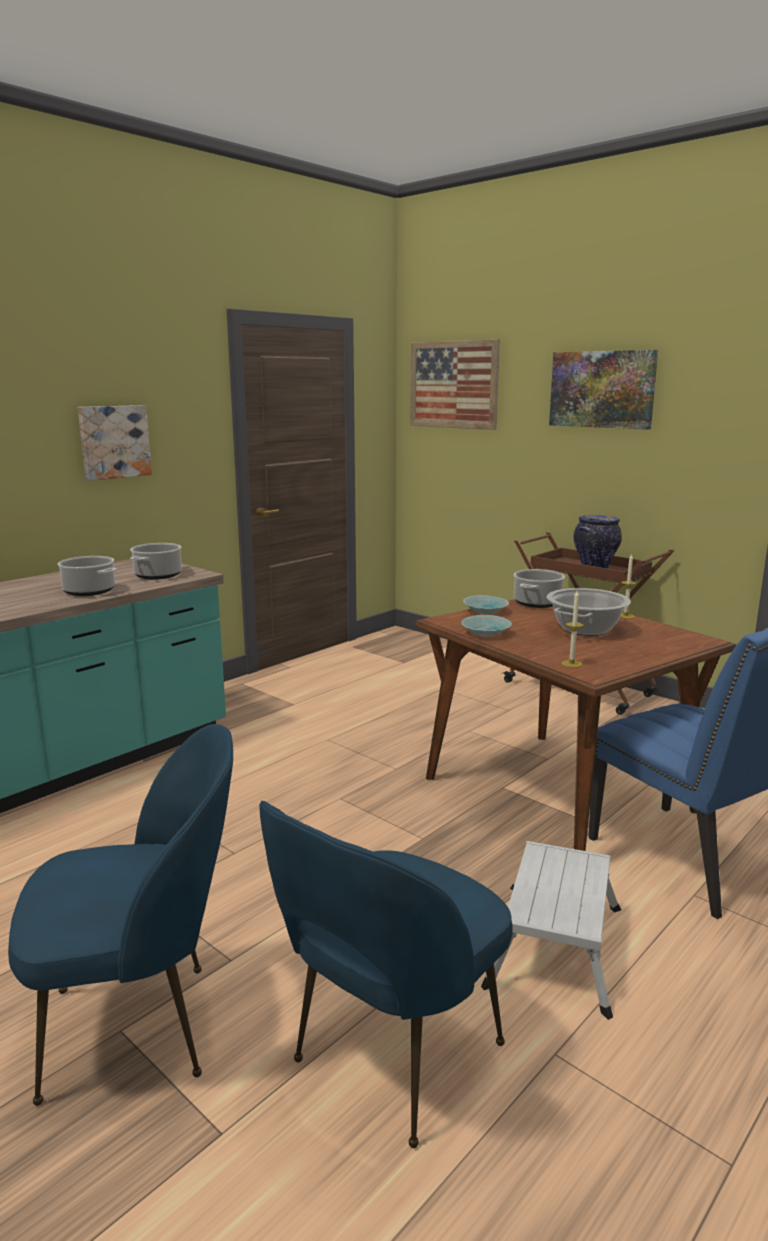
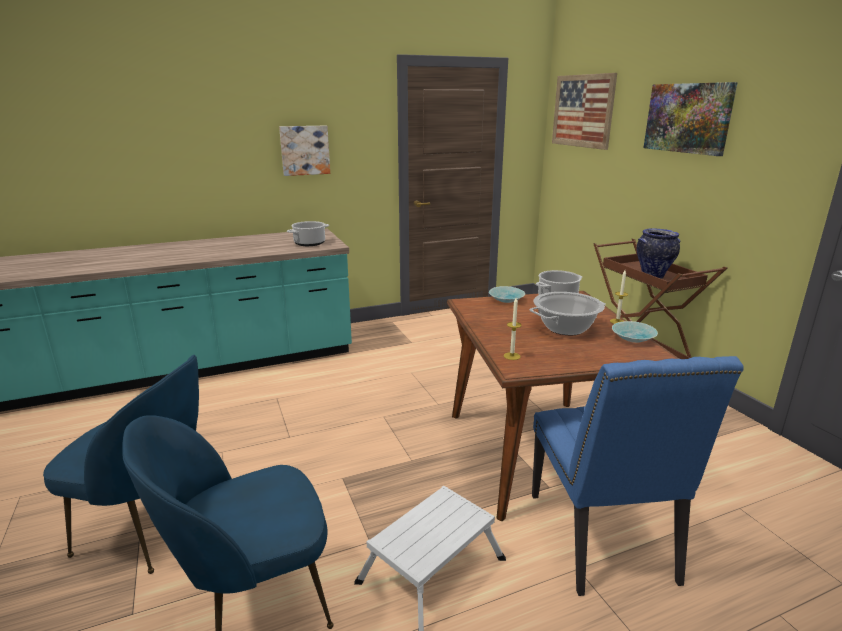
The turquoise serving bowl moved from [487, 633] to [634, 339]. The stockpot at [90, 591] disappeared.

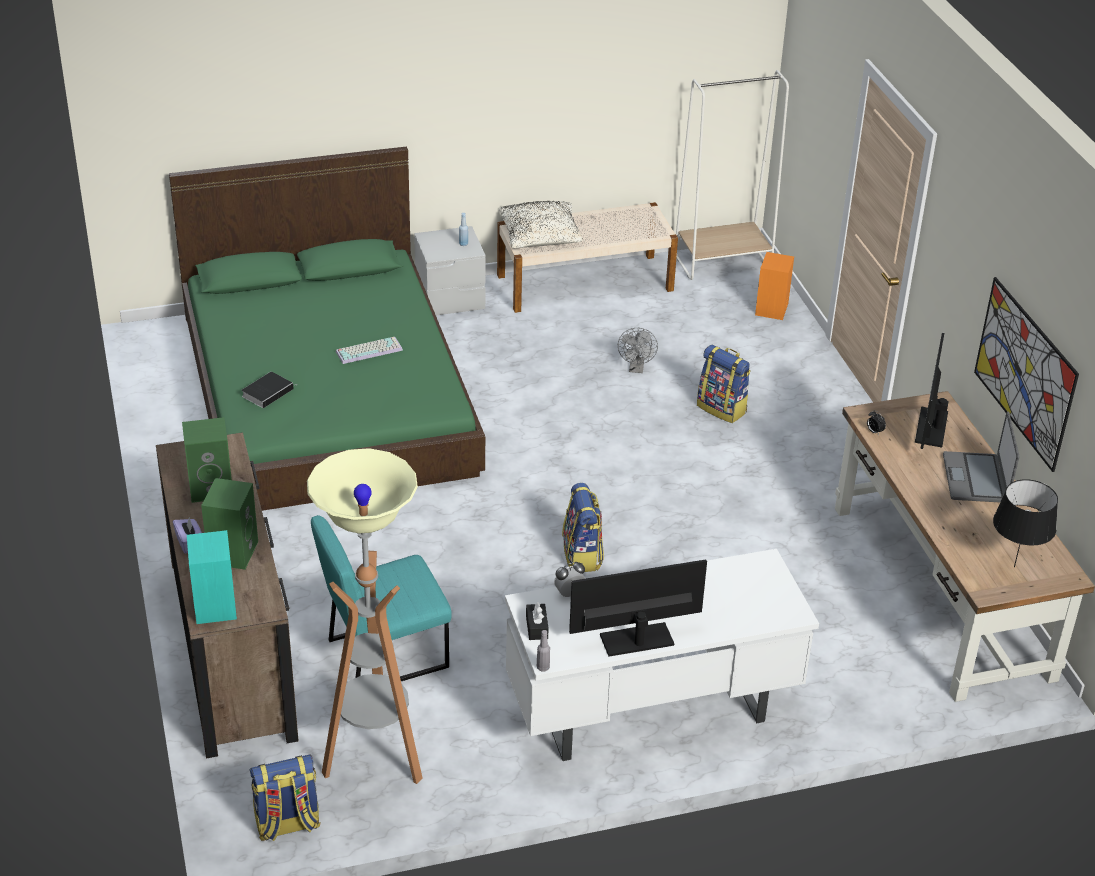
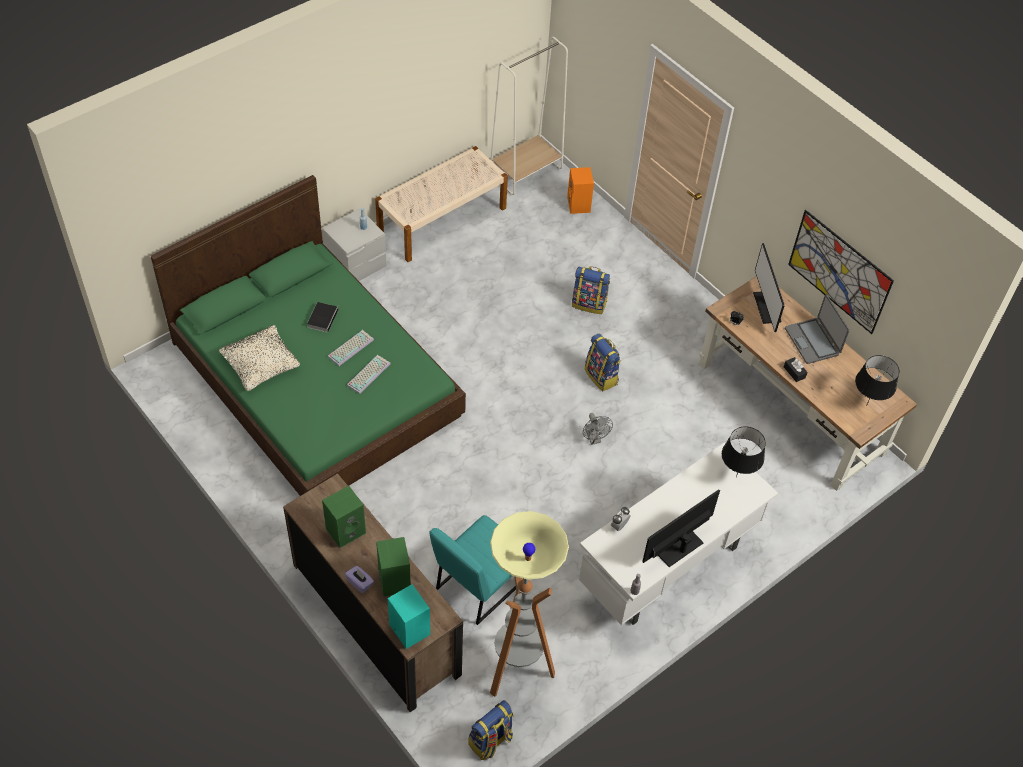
The beige throw pillow moved from [541, 235] to [261, 363]. The book moved from [268, 392] to [323, 318]. The computer keyboard at [368, 373] appeared. The gray cooling fan moved from [636, 369] to [594, 439]. The backpack moved from [582, 556] to [601, 376]. The black-coloured table lamp at [736, 477] appeared. The black-coloured box of tissues moved from [536, 627] to [794, 372].

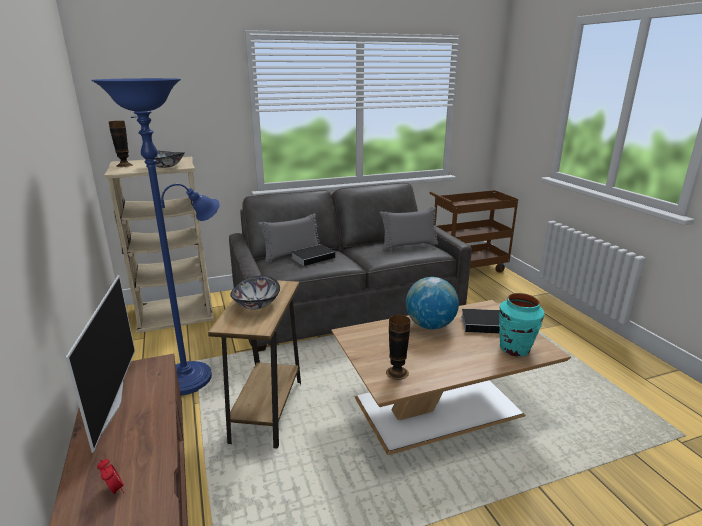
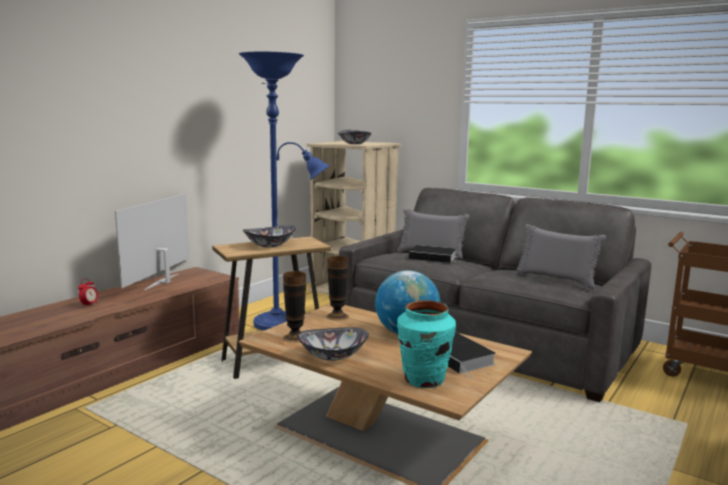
The TV at [111, 406] turned 150 degrees clockwise. The serving bowl at [333, 356] appeared. The vase moved from [124, 165] to [337, 316].

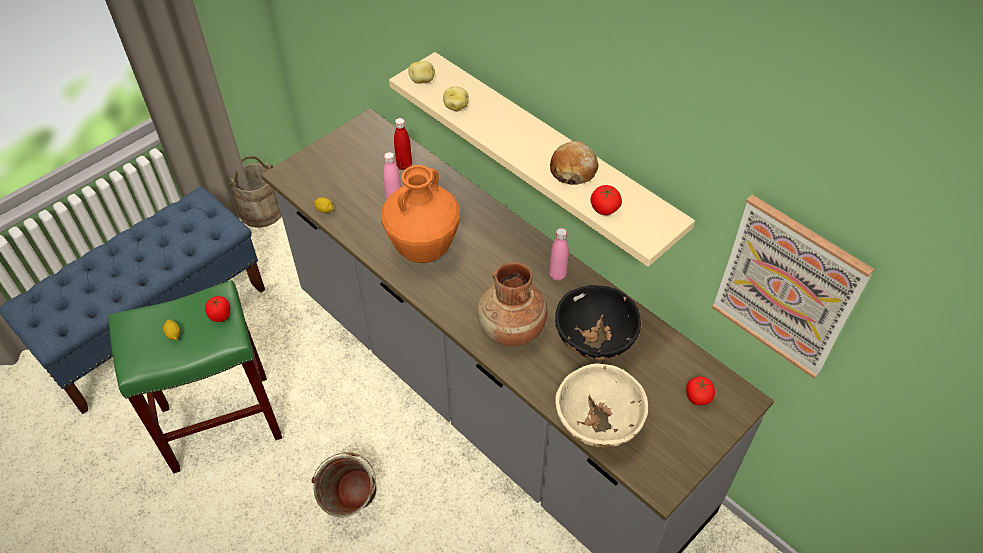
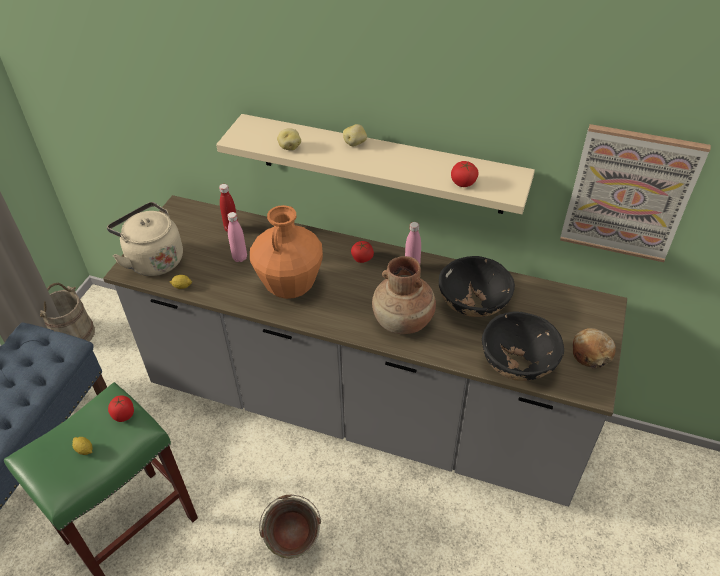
The beige kettle at [153, 259] appeared. The potato moved from [422, 81] to [355, 143]. The whole tomato moved from [698, 397] to [362, 258]. The beige serving bowl at [597, 424] became the black-coloured serving bowl at [517, 365]. The bread moved from [573, 170] to [591, 353].

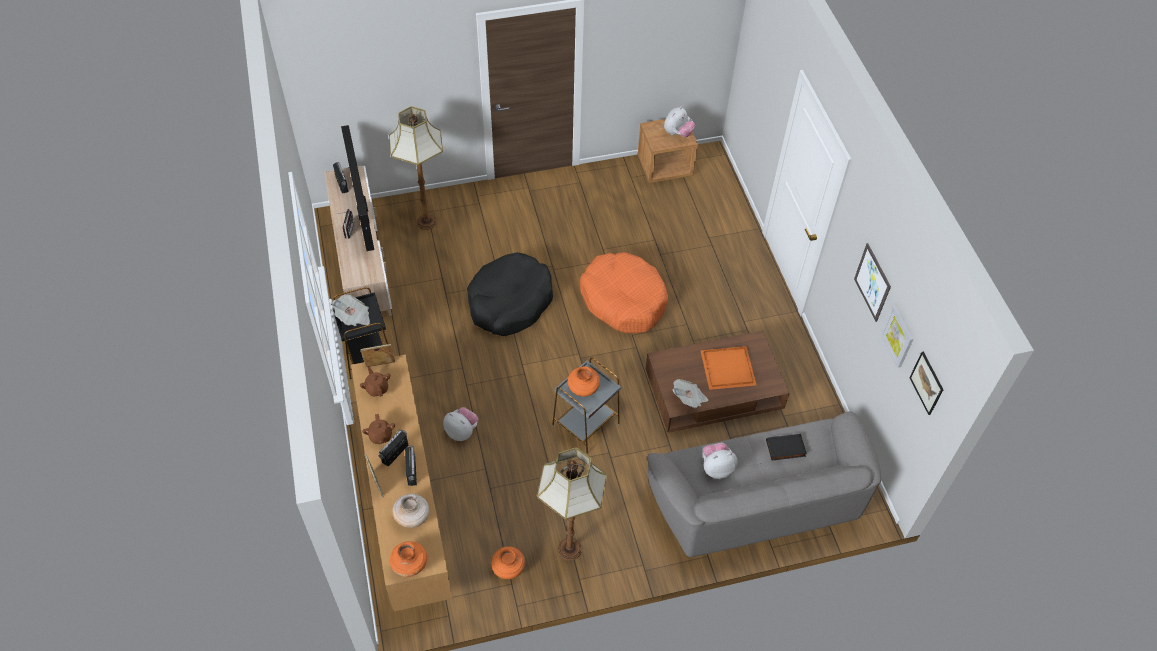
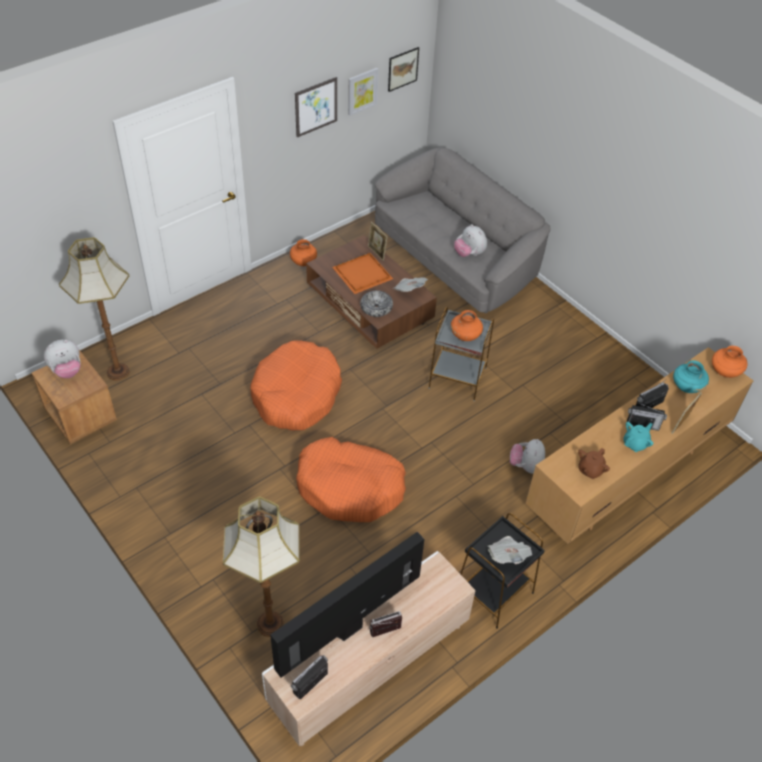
The cuddly toy at [677, 133] turned 135 degrees clockwise. The standard lamp moved from [570, 550] to [119, 371]. The orange vase moved from [508, 568] to [303, 262]. The black-coloured dog cushion at [510, 302] became the orange dog cushion at [350, 487]. The serving bowl at [376, 307] appeared. The photo frame moved from [380, 365] to [376, 253]. The brownish tea pot at [380, 436] became the turquoise tea pot at [635, 443]. The beige vase at [412, 517] became the turquoise vase at [686, 387]. The black-coloured book at [785, 449] disappeared.

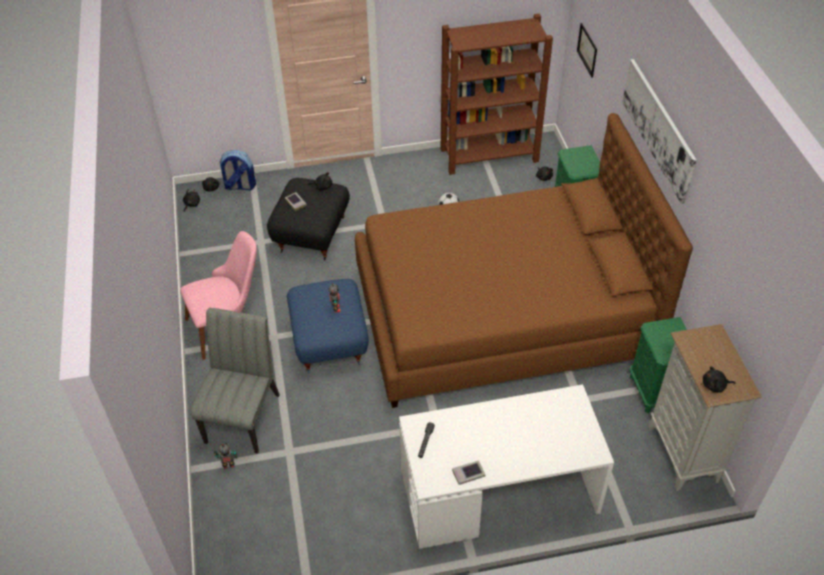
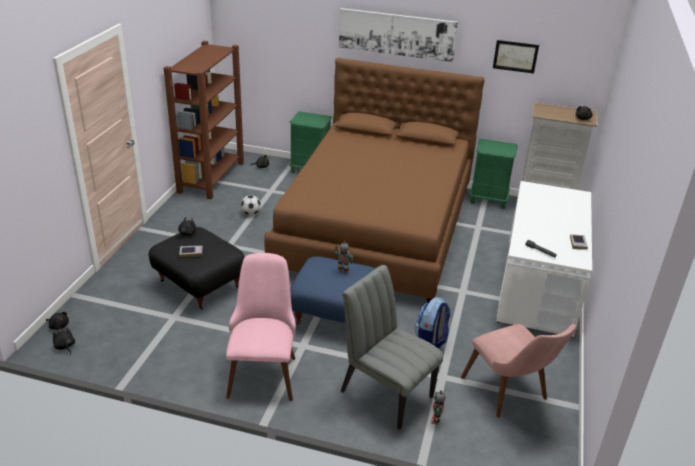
The backpack moved from [239, 186] to [430, 342]. The pink chair at [511, 394] appeared. The picture moved from [587, 50] to [515, 56].

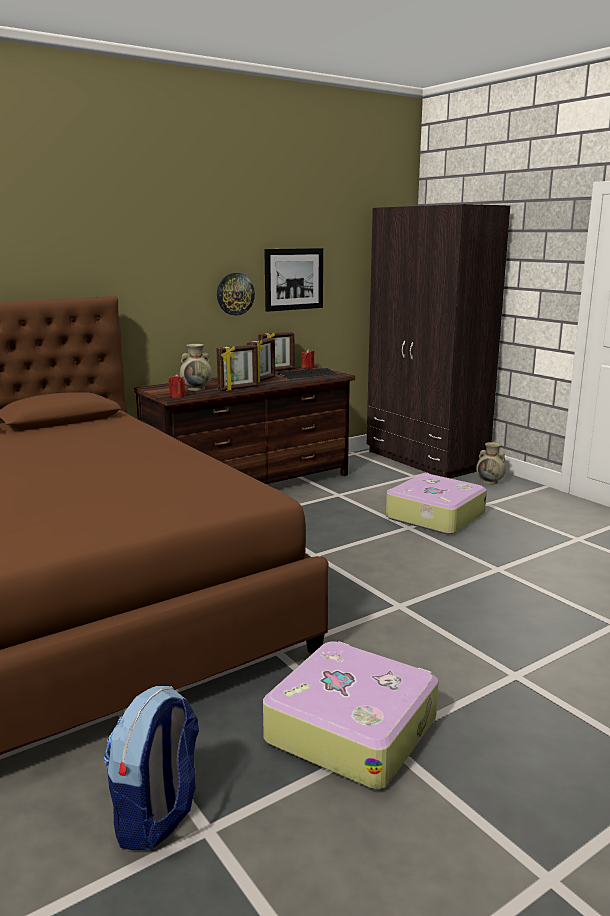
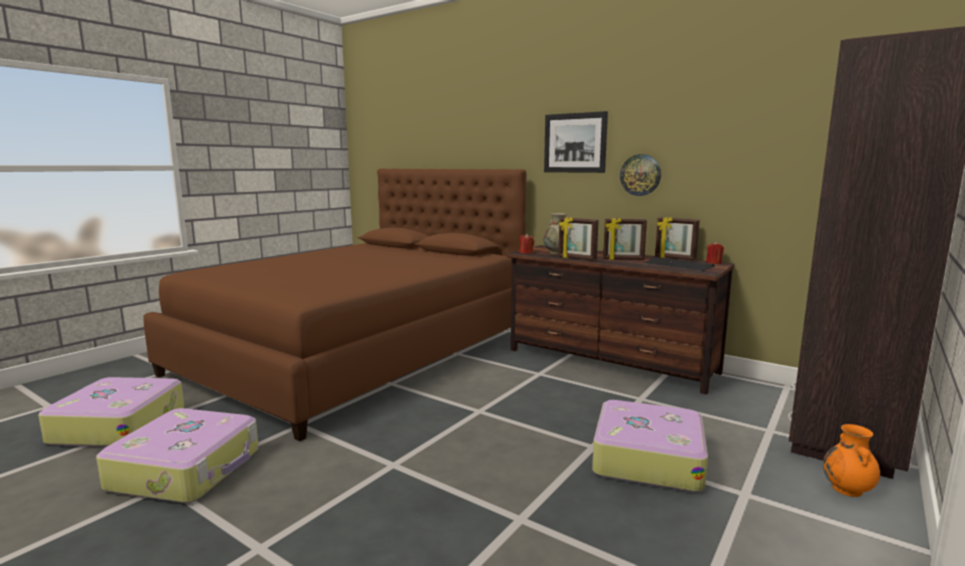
The backpack at [157, 816] was replaced by the suitcase at [119, 425]. The picture moved from [294, 279] to [575, 143]. The beige vase at [490, 482] became the orange vase at [847, 490].

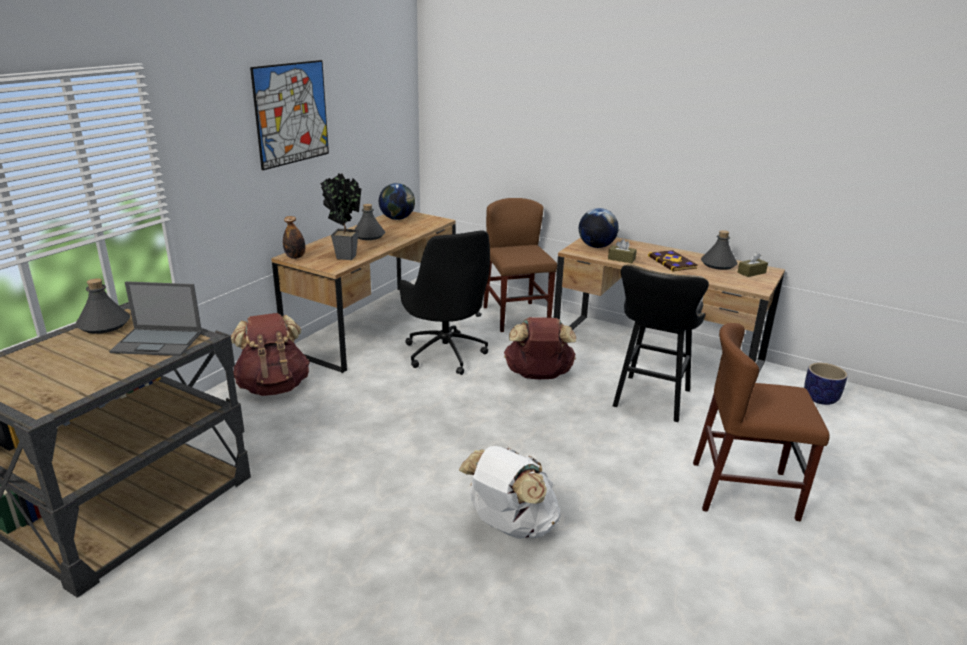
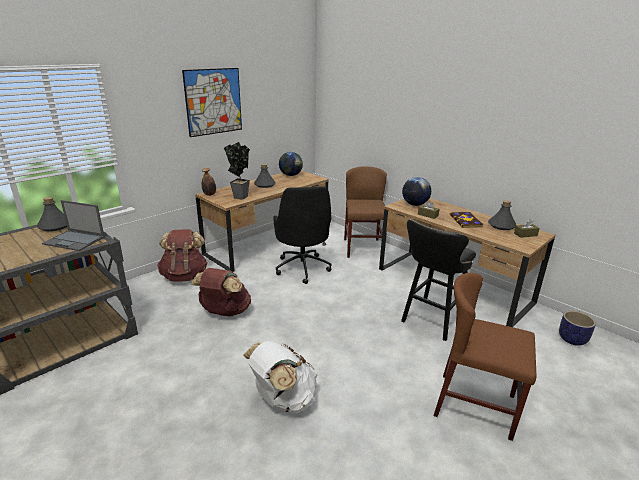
The brownish backpack moved from [538, 376] to [224, 312].

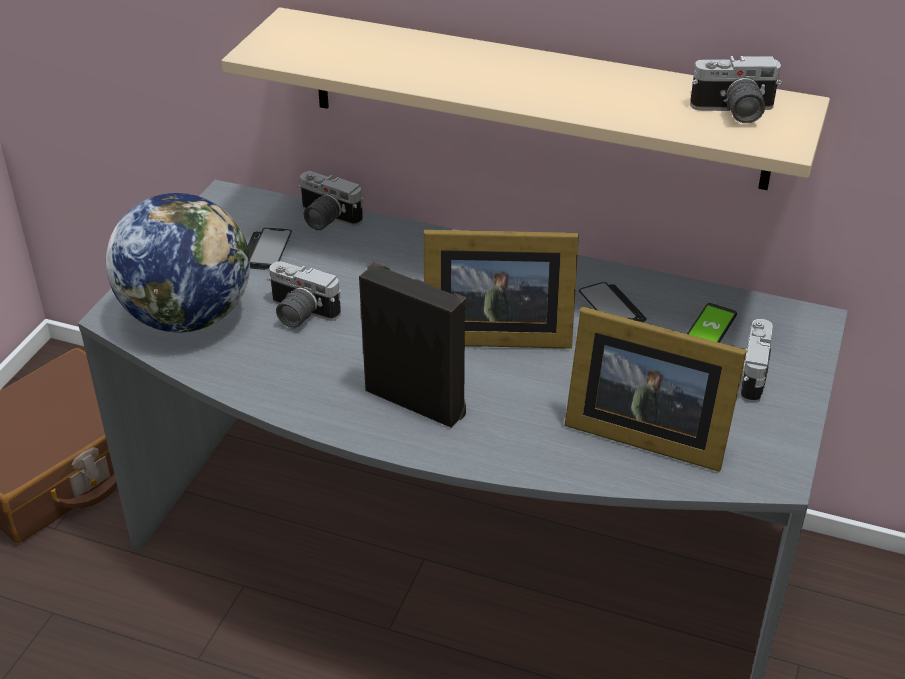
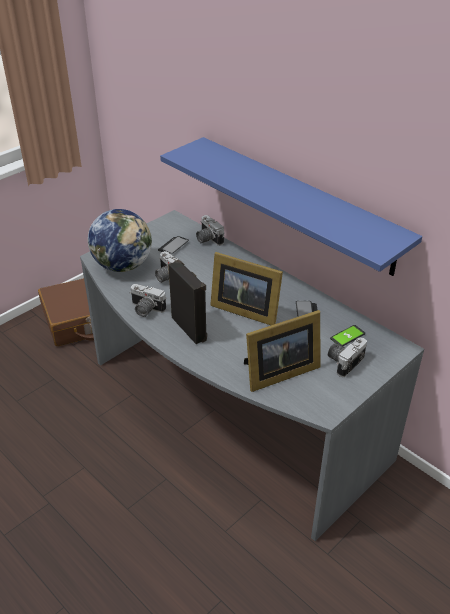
The photo camera moved from [733, 112] to [145, 309]. The beige bracket shelf at [535, 98] became the blue bracket shelf at [298, 204]. The photo frame at [642, 432] turned 75 degrees counterclockwise.

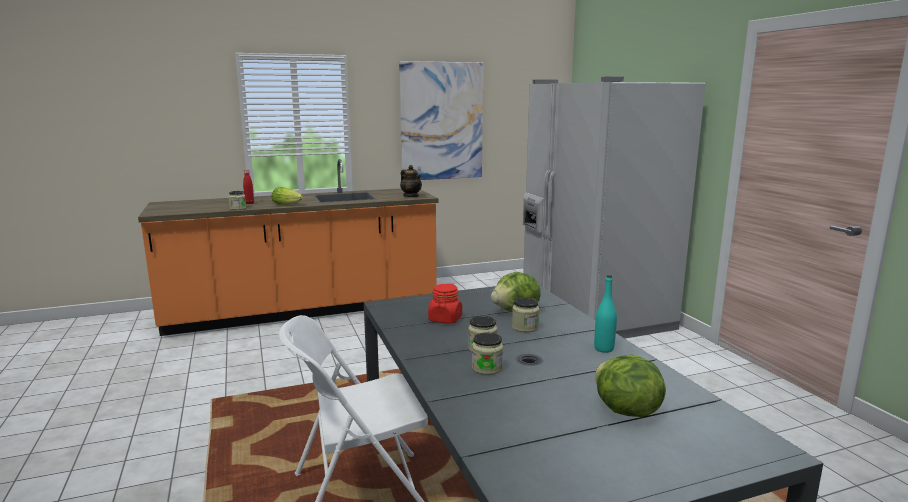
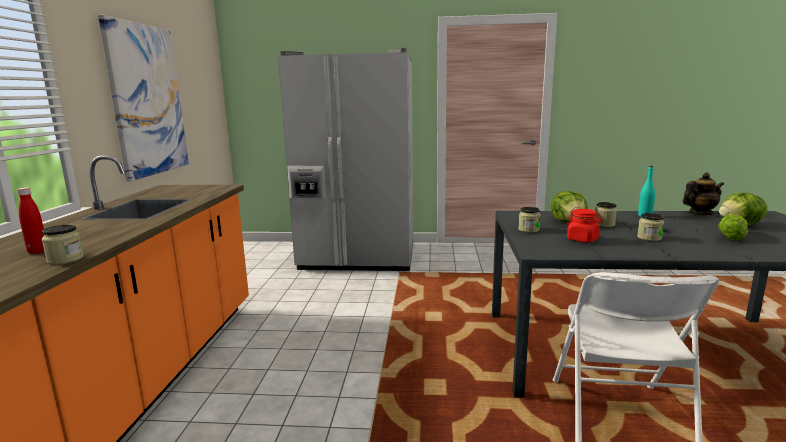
The storage jar moved from [487, 368] to [528, 230]. The tea pot moved from [411, 196] to [699, 213]. The head of lettuce moved from [288, 204] to [732, 236].

